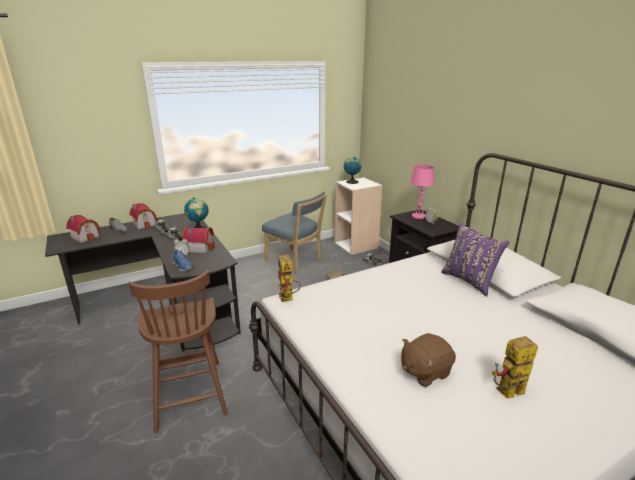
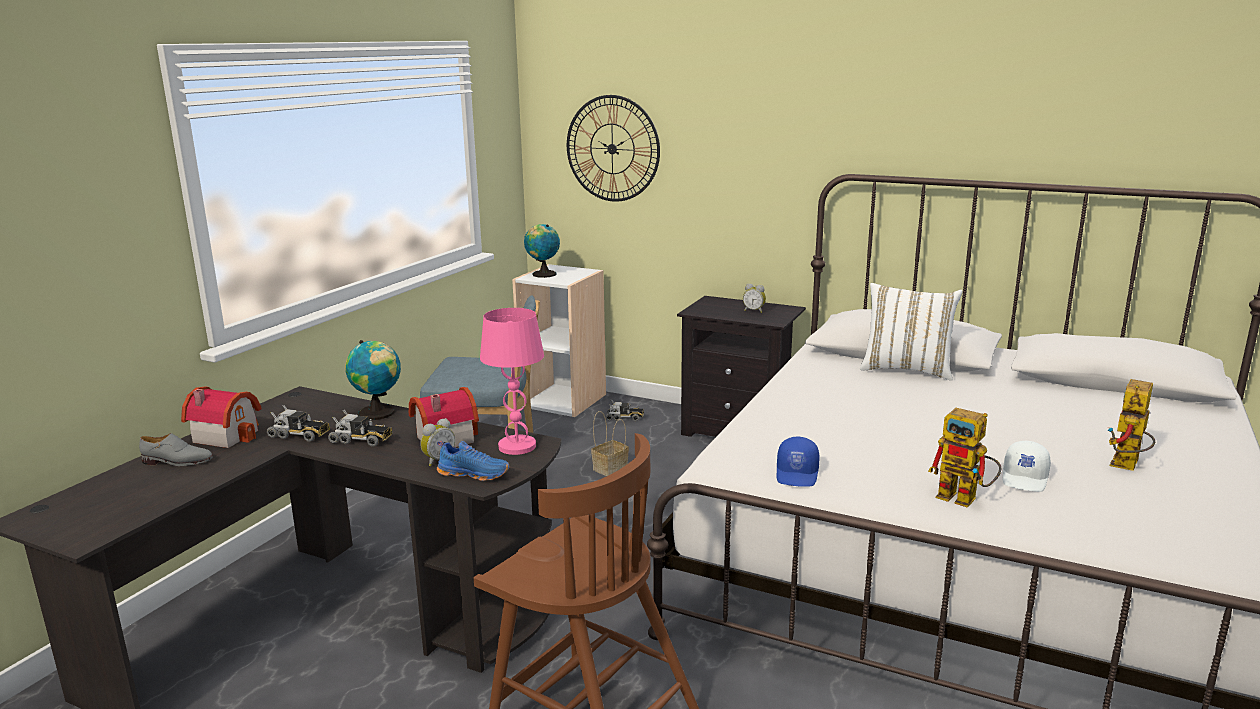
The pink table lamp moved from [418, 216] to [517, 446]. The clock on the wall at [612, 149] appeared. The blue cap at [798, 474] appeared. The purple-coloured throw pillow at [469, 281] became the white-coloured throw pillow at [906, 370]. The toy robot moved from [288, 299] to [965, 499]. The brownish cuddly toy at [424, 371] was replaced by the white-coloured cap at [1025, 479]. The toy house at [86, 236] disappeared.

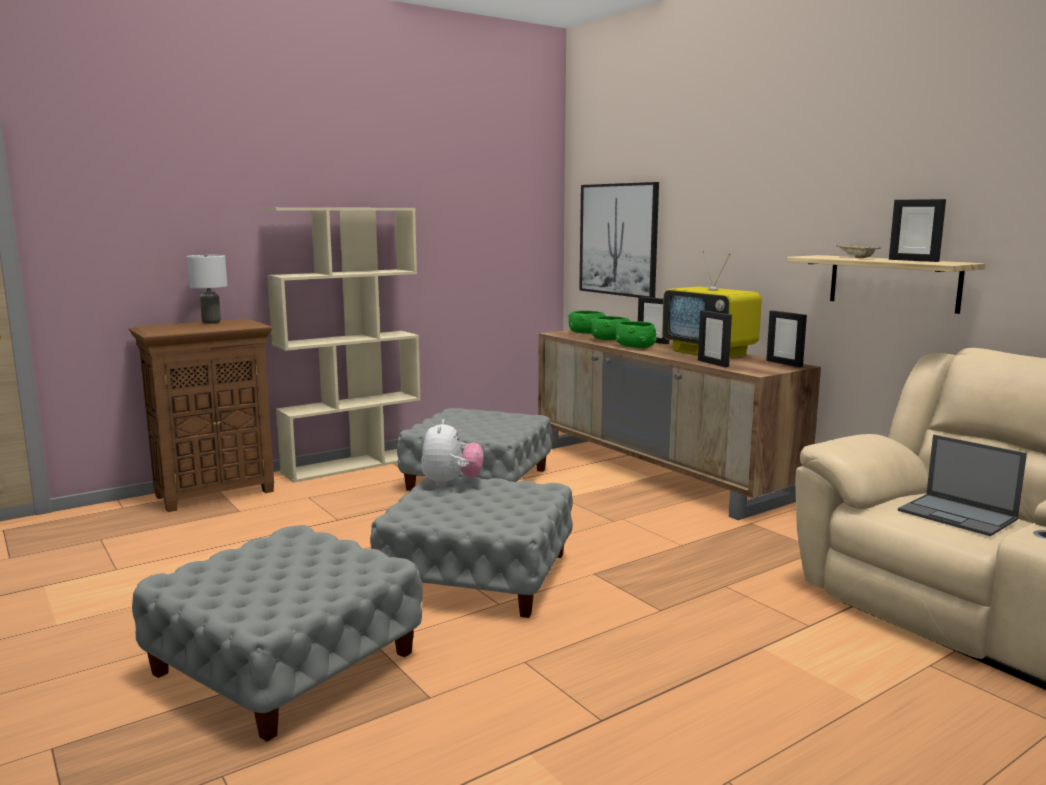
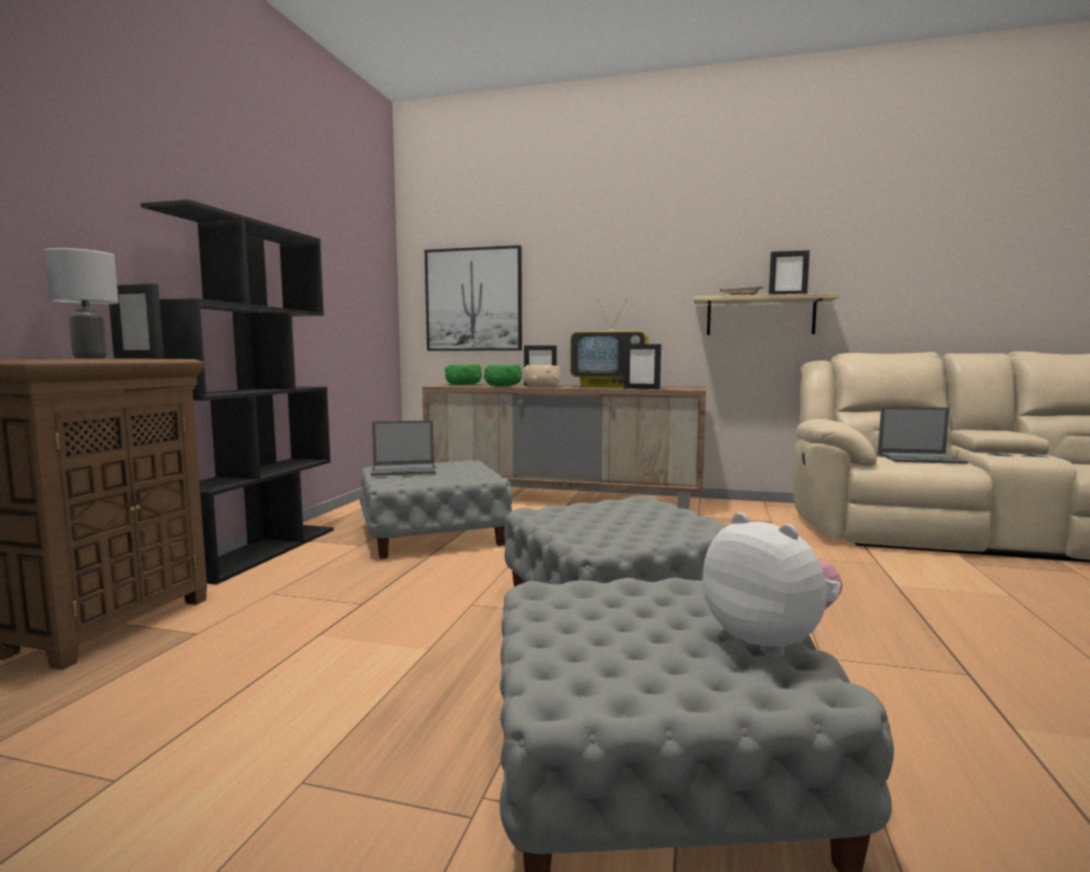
The photo frame moved from [785, 363] to [140, 358]. The beige bookcase at [353, 464] became the black-coloured bookcase at [262, 551]. The portable computer at [404, 470] appeared. The greenish serving bowl at [634, 346] became the beige serving bowl at [541, 387]. The cuddly toy moved from [451, 483] to [769, 641].

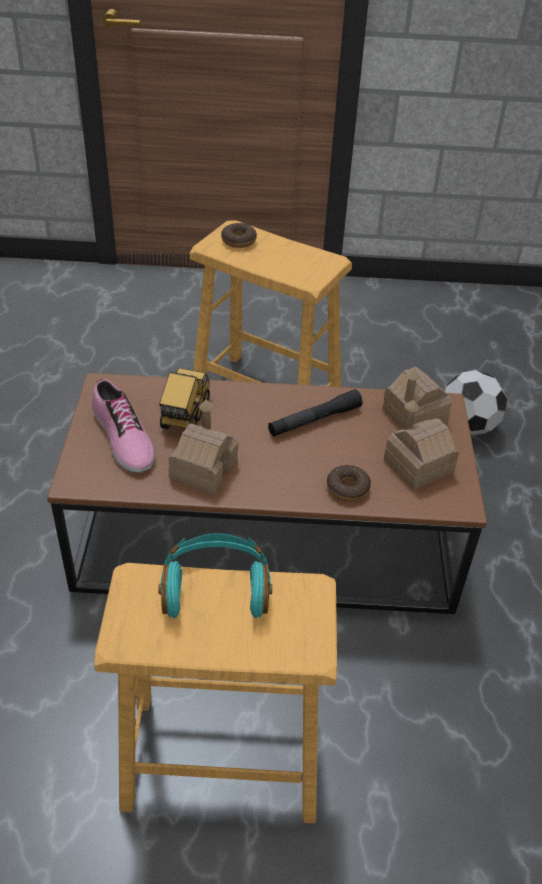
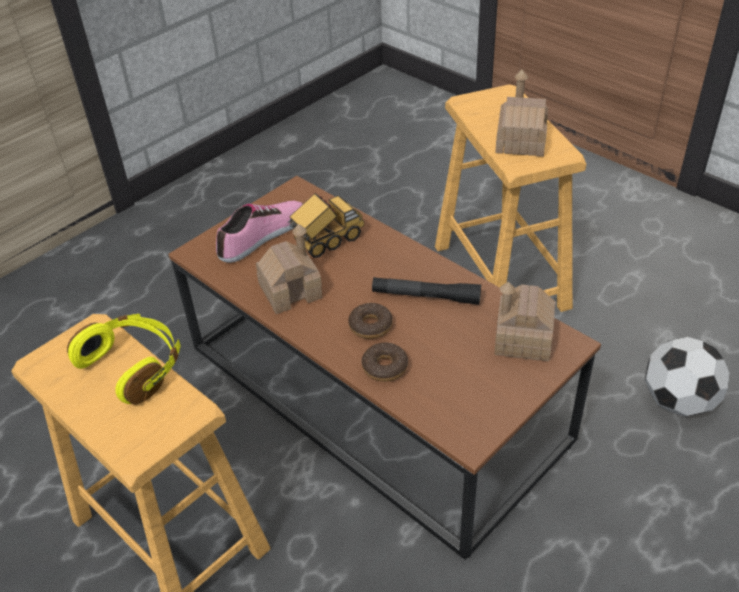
The turquoise pair of headphones at [216, 587] became the yellow pair of headphones at [134, 366]. The shoe at [122, 438] turned 150 degrees counterclockwise. The ring doughnut moved from [238, 240] to [370, 326]. The toy house moved from [418, 466] to [520, 142].

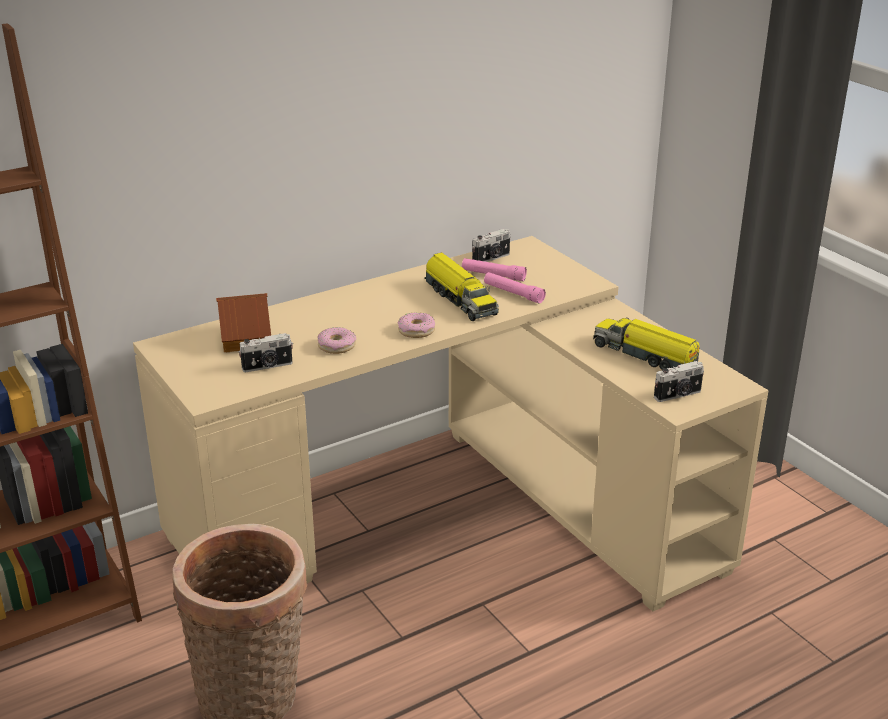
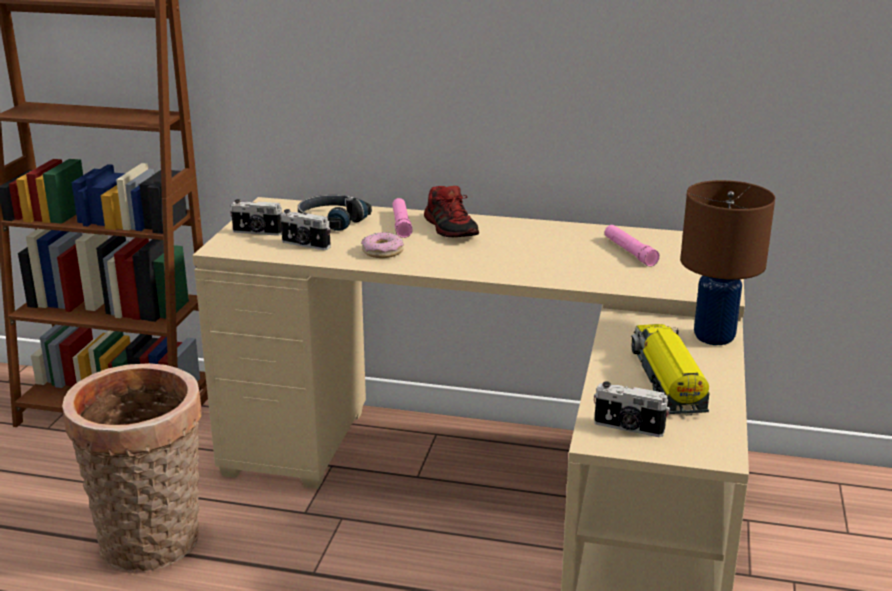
The photo camera moved from [492, 258] to [257, 232]. The toy house at [244, 338] was replaced by the black-coloured pair of headphones at [331, 221]. The pink torch moved from [513, 293] to [401, 224]. The shoe at [451, 229] appeared. The brownish table lamp at [712, 337] appeared. The ring doughnut at [416, 331] disappeared. The toy lorry at [460, 299] disappeared.

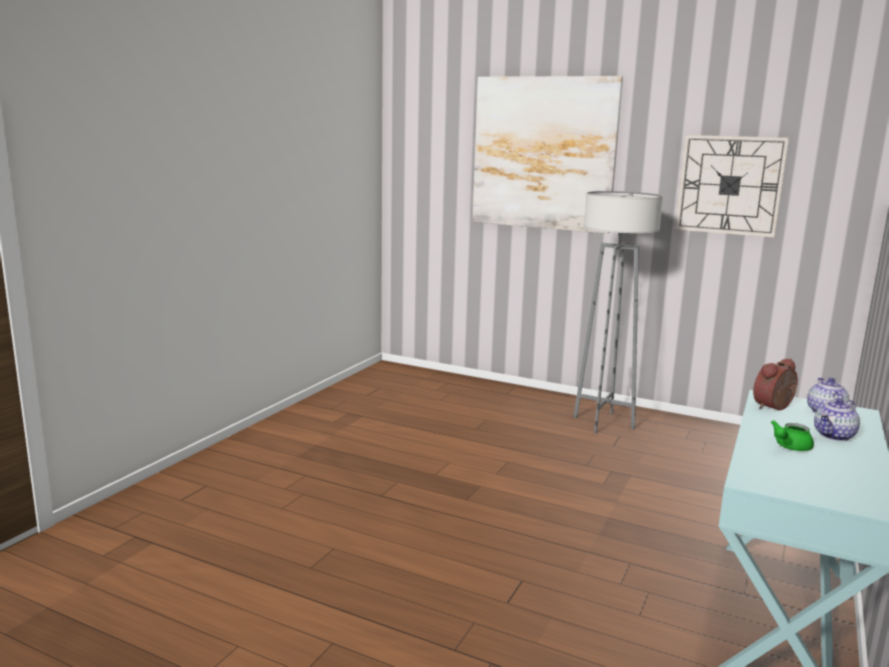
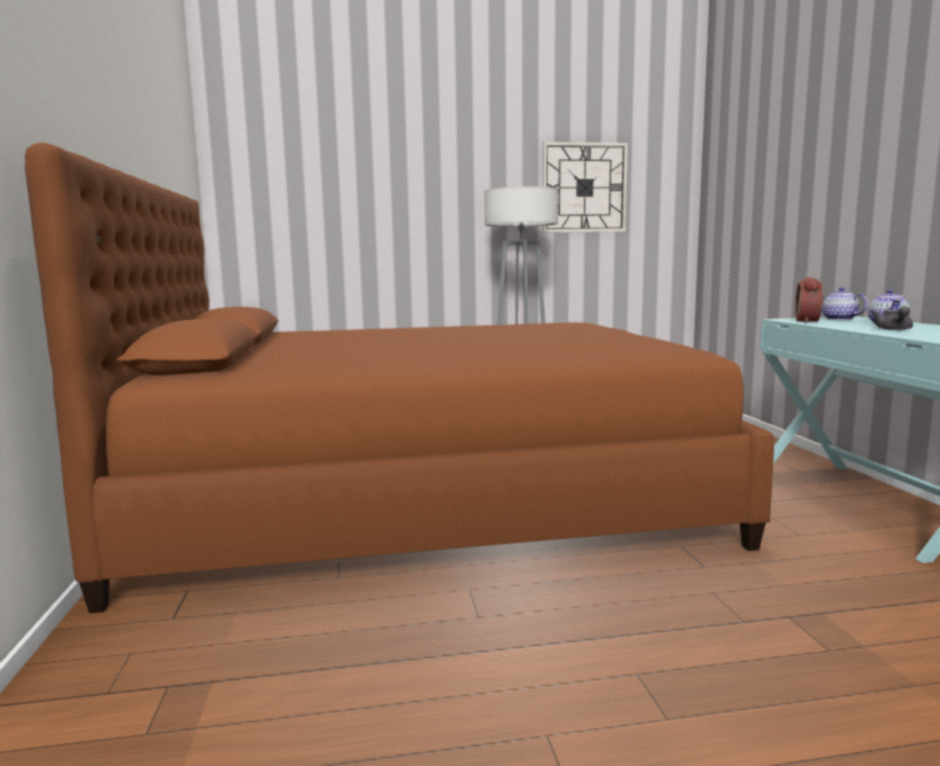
The brownish bedroom bed at [425, 497] appeared. The greenish tea pot at [789, 447] became the gray tea pot at [894, 329]. The picture at [543, 153] disappeared.

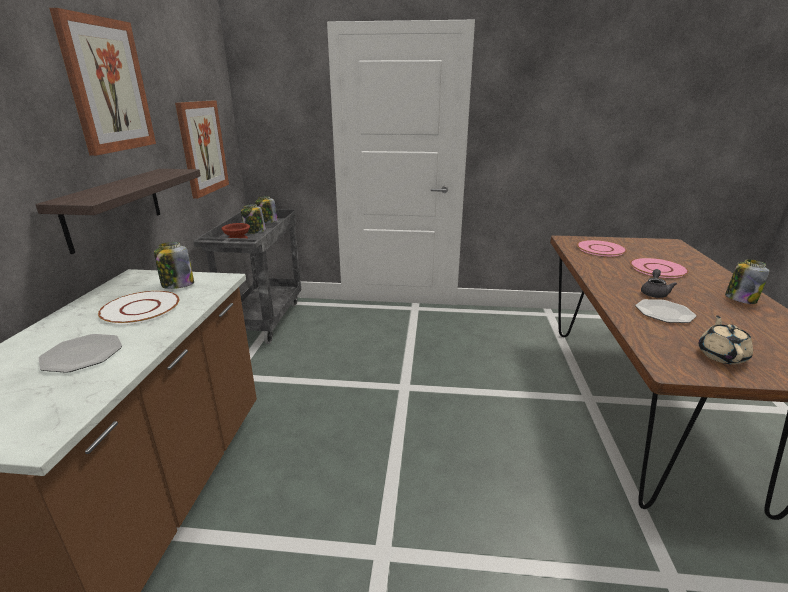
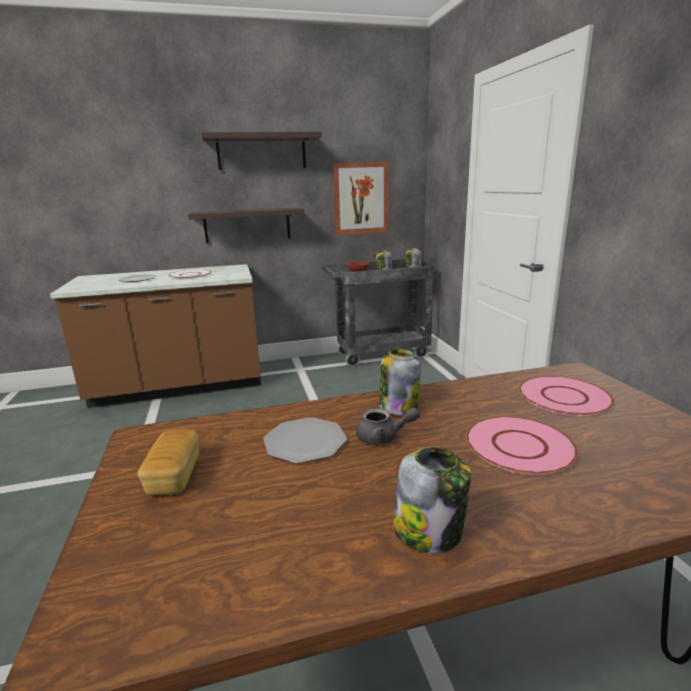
The beige tea pot at [721, 355] was replaced by the bread at [174, 476]. The picture at [107, 86] was replaced by the bracket shelf at [261, 152]. The storage jar moved from [177, 285] to [398, 407].

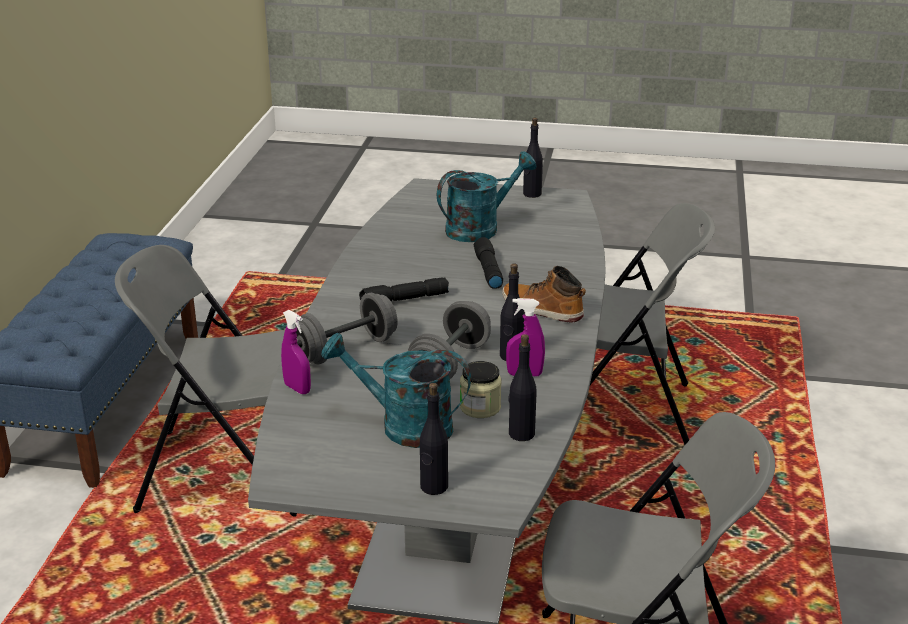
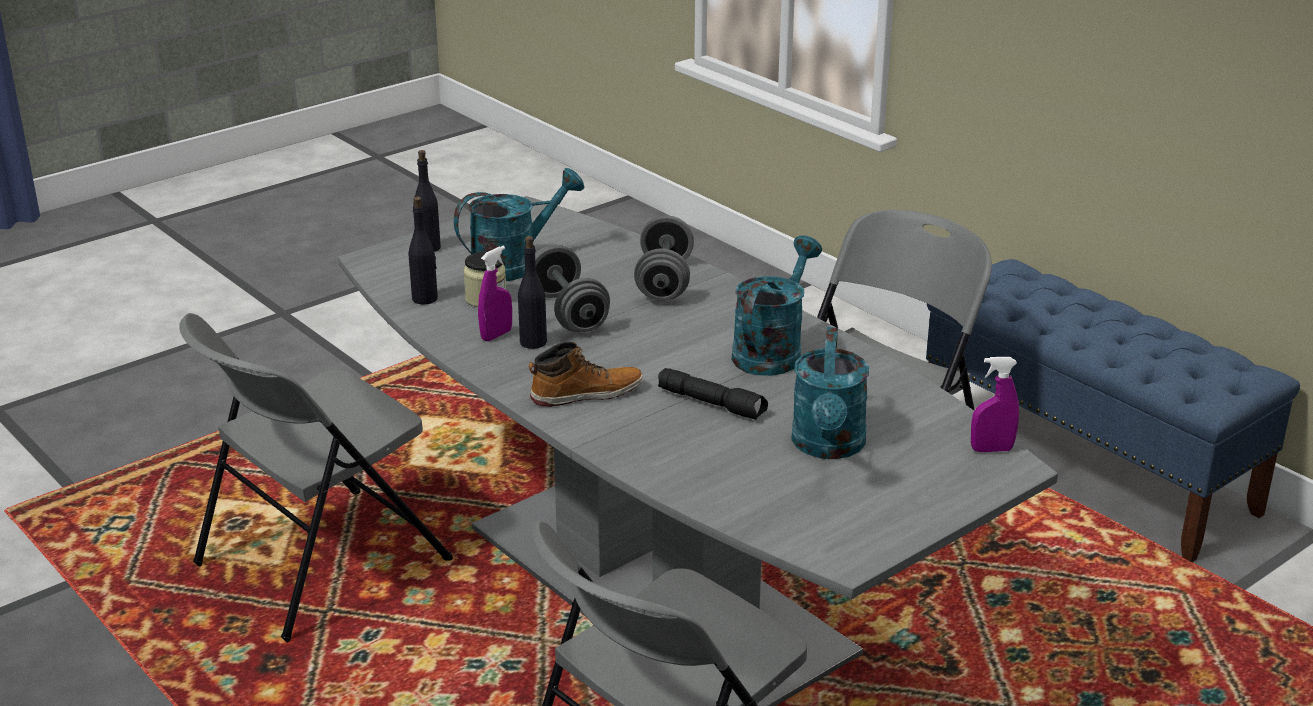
The turquoise sprinkling can at [772, 350] appeared. The purple-coloured sprayer moved from [297, 388] to [991, 449]. The black-coloured torch at [404, 300] disappeared. The black-coloured beverage bottle at [532, 194] disappeared.

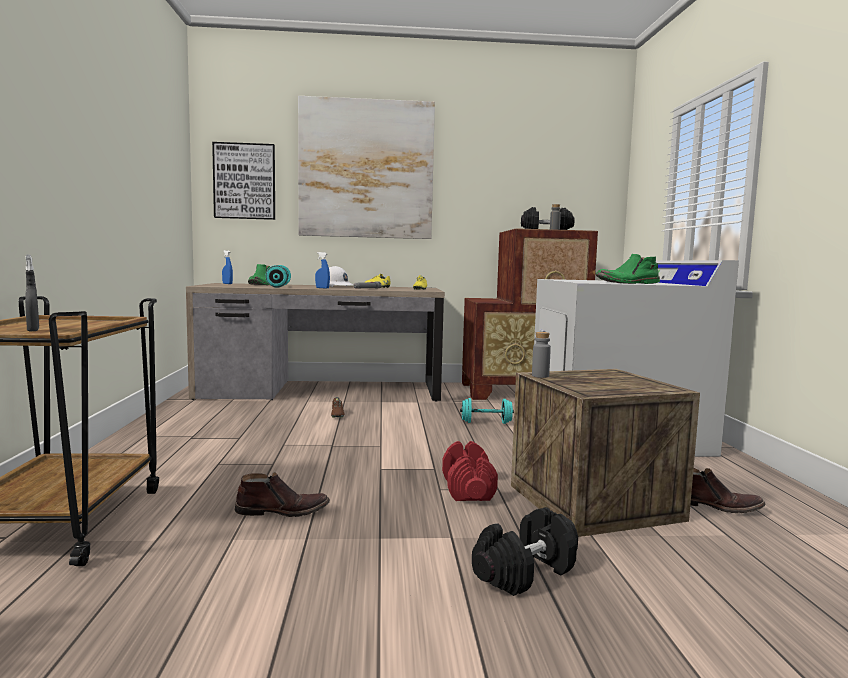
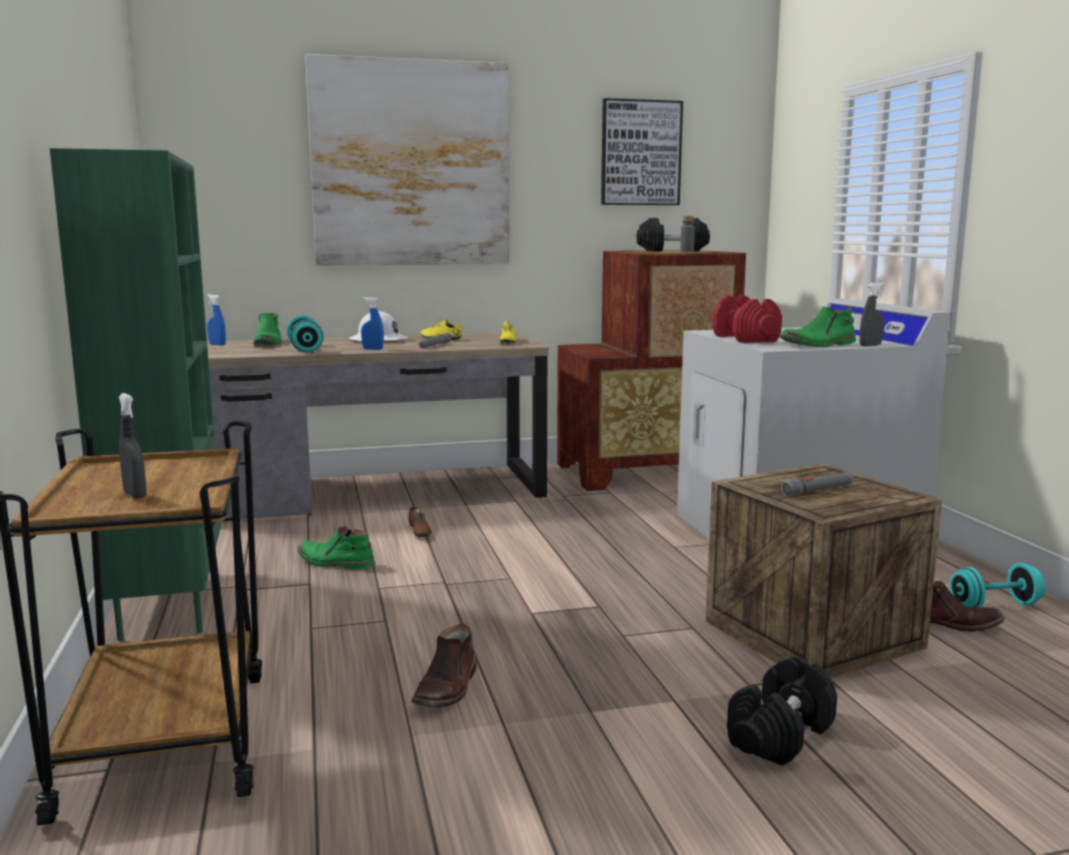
The greenish bookcase at [168, 604] appeared. The greenish tall boot at [335, 562] appeared. The brownish tall boot at [282, 511] turned 120 degrees clockwise. The picture moved from [244, 181] to [640, 153]. The red-coloured free weight moved from [468, 489] to [746, 338]. The gray torch at [818, 490] appeared. The gray sprayer at [870, 345] appeared. The turquoise free weight moved from [486, 422] to [994, 605]. The gray beverage bottle at [540, 376] disappeared.

